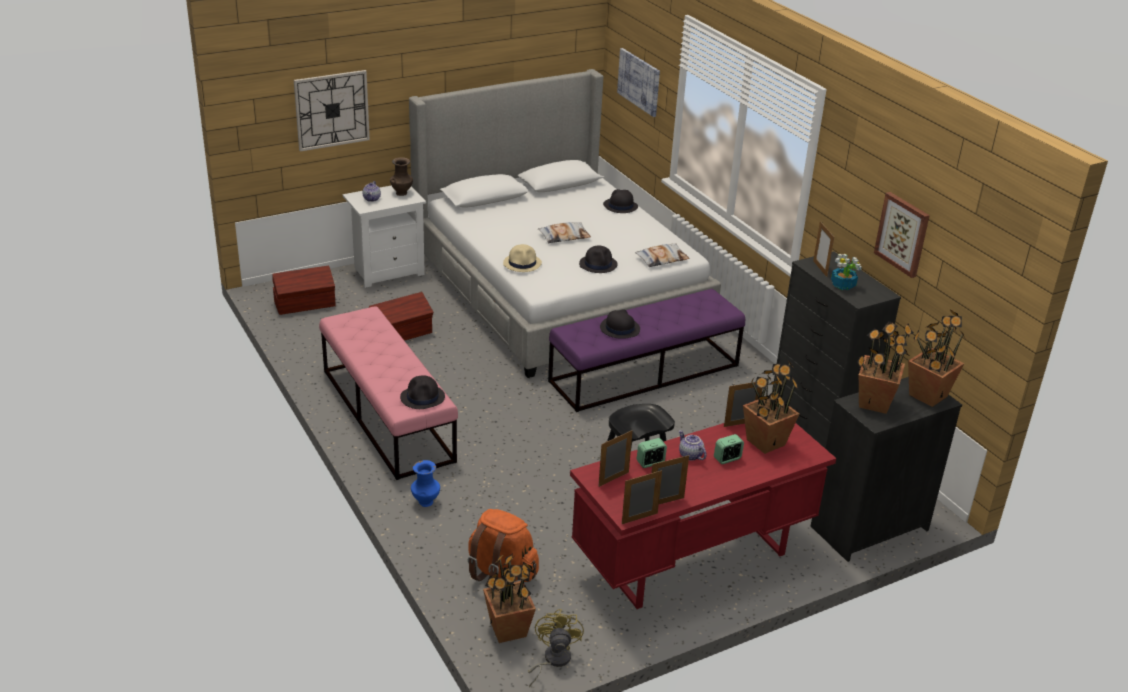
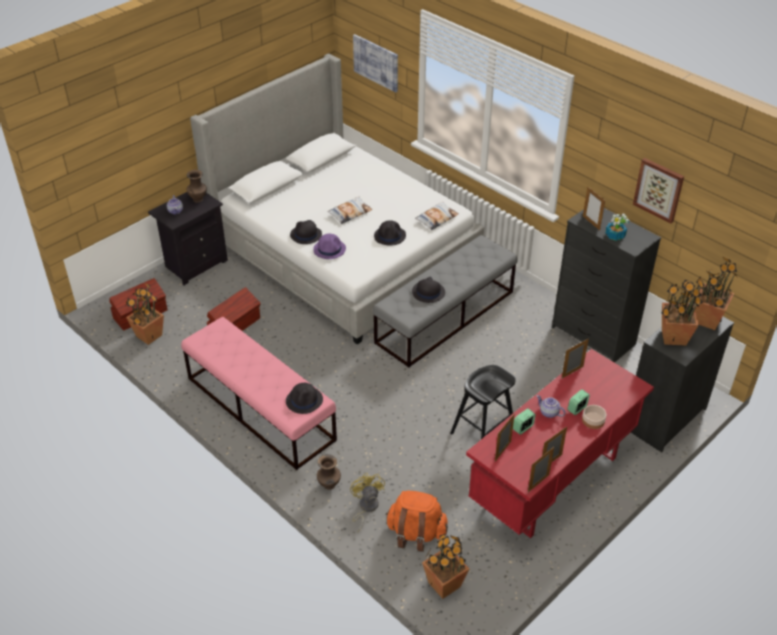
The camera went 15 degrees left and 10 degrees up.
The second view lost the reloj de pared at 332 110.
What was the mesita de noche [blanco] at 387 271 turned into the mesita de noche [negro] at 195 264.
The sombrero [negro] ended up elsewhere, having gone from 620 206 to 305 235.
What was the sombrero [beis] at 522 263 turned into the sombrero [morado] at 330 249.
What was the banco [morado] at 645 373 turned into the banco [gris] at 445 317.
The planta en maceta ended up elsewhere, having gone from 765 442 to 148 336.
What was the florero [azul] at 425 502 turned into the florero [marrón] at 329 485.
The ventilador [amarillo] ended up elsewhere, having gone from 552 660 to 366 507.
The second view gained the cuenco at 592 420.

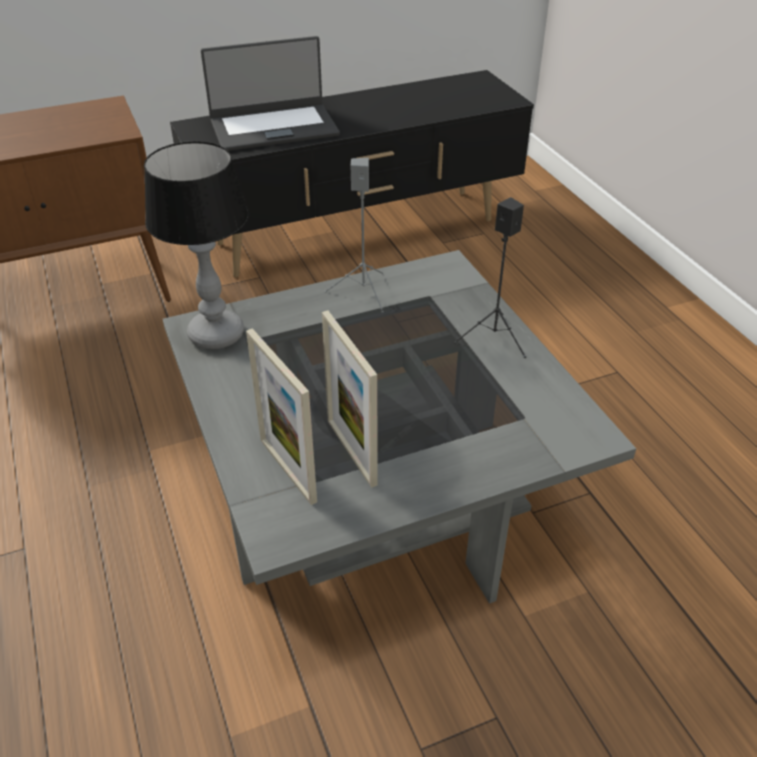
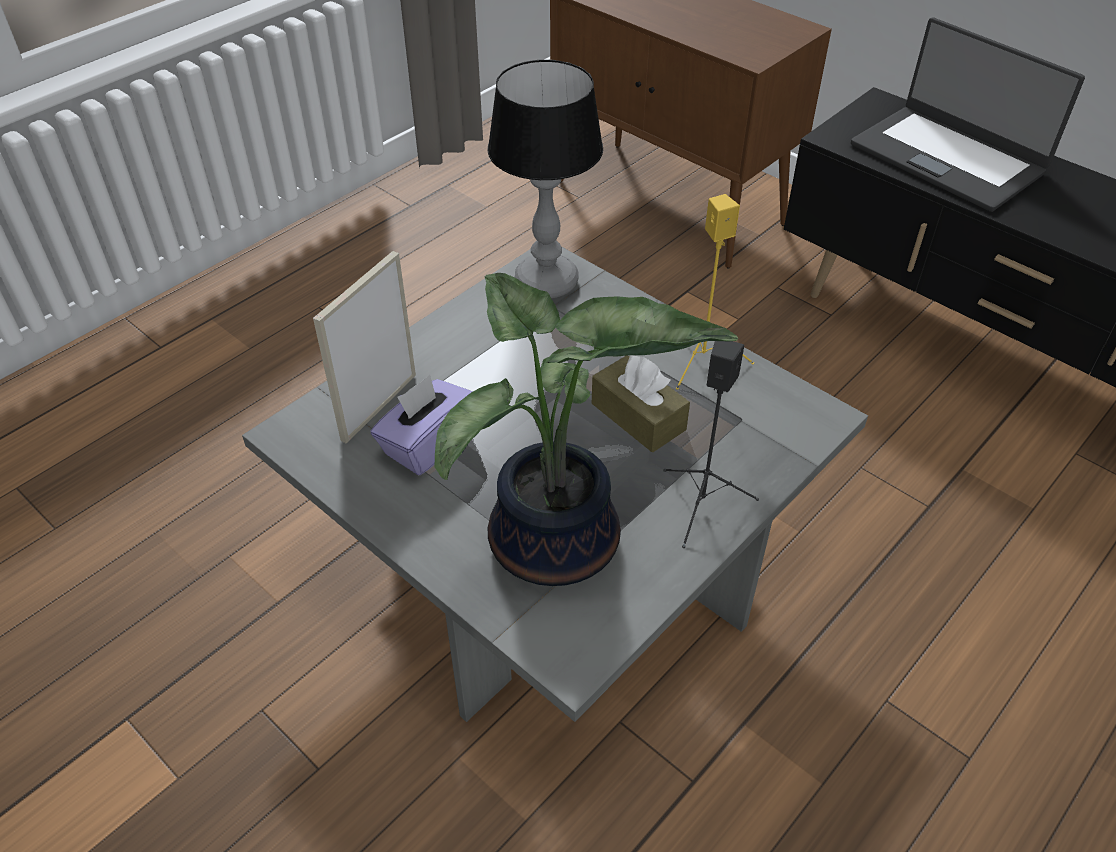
The camera went 65 degrees right and 5 degrees up.
What was the altavoz [gris] at 363 291 turned into the altavoz [amarillo] at 704 360.
Where the portarretratos stood at 351 452, the caja de pañuelos [morado] came to stand at 428 444.
The second view gained the planta en maceta at 557 548.
The second view gained the caja de pañuelos [marrón] at 638 416.

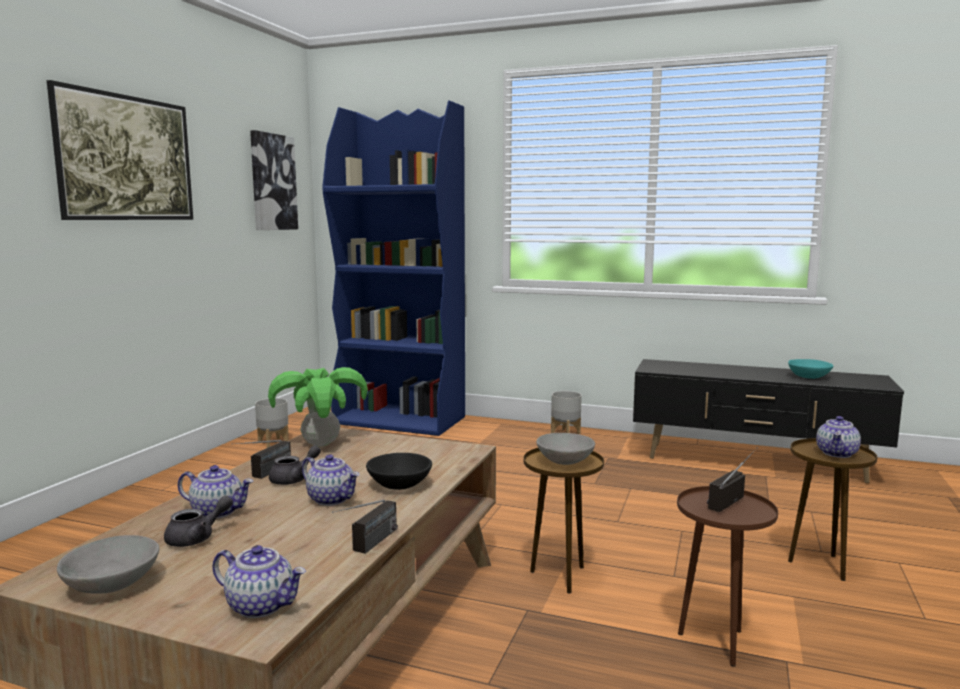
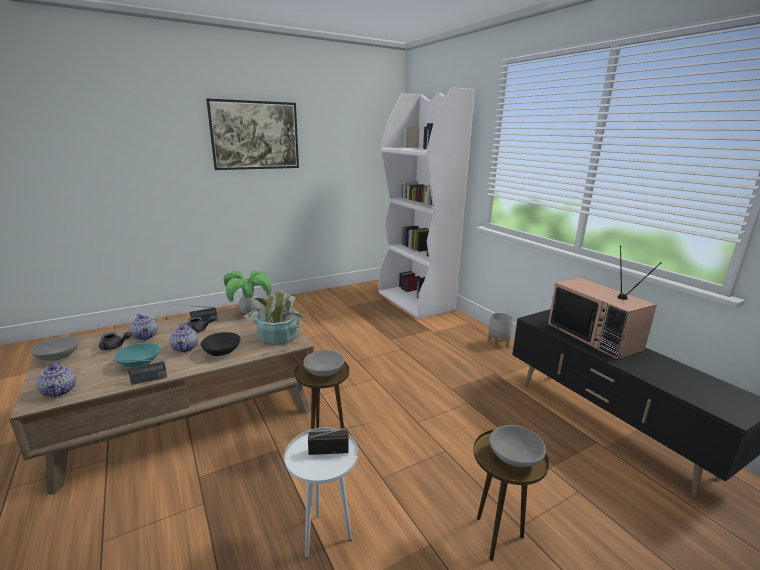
The camera went 40 degrees right and 10 degrees up.
What was the estantería [azul] at 401 420 turned into the estantería [blanco] at 416 301.
The second view lost the cuadro at 272 182.
The cuenco [turquesa] ended up elsewhere, having gone from 808 377 to 140 363.
The second view lost the maceta [gris] at 273 442.
Where the tetera stood at 837 453, the cuenco [gris] came to stand at 515 458.
What was the mesa auxiliar [marrón] at 717 642 turned into the mesa auxiliar [blanco] at 324 536.
The second view gained the televisor at 595 337.
The second view gained the planta en maceta at 278 337.

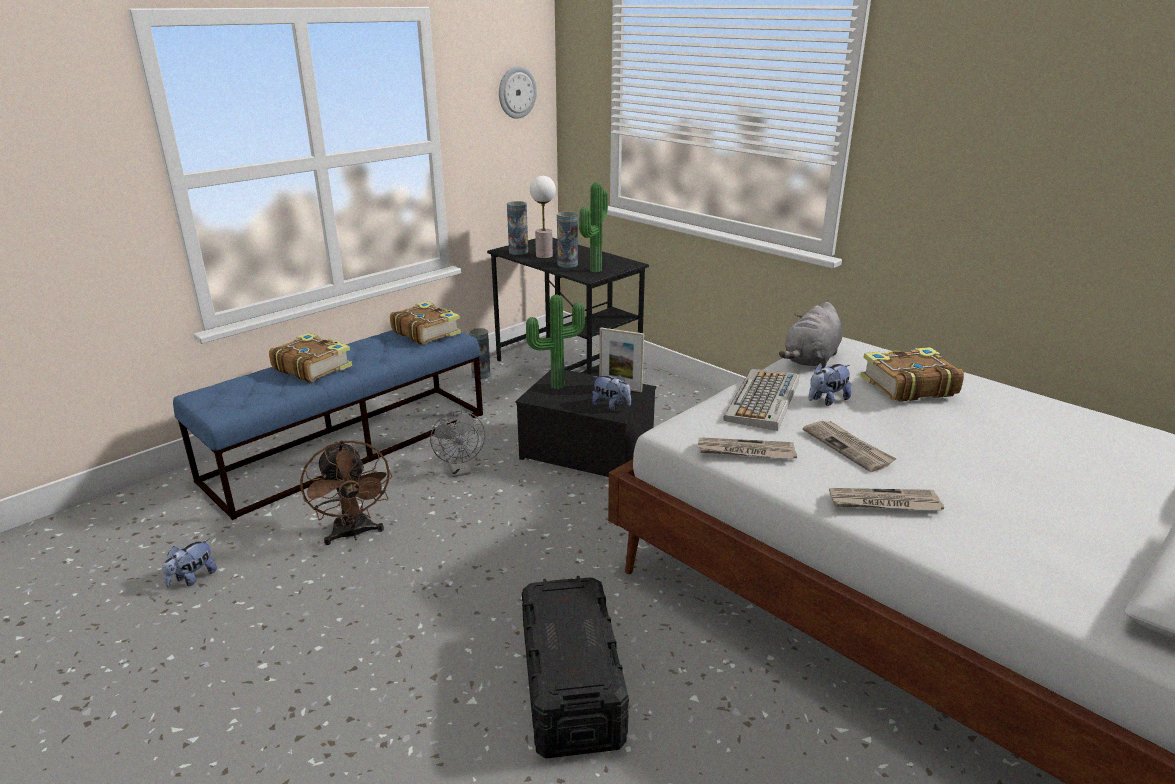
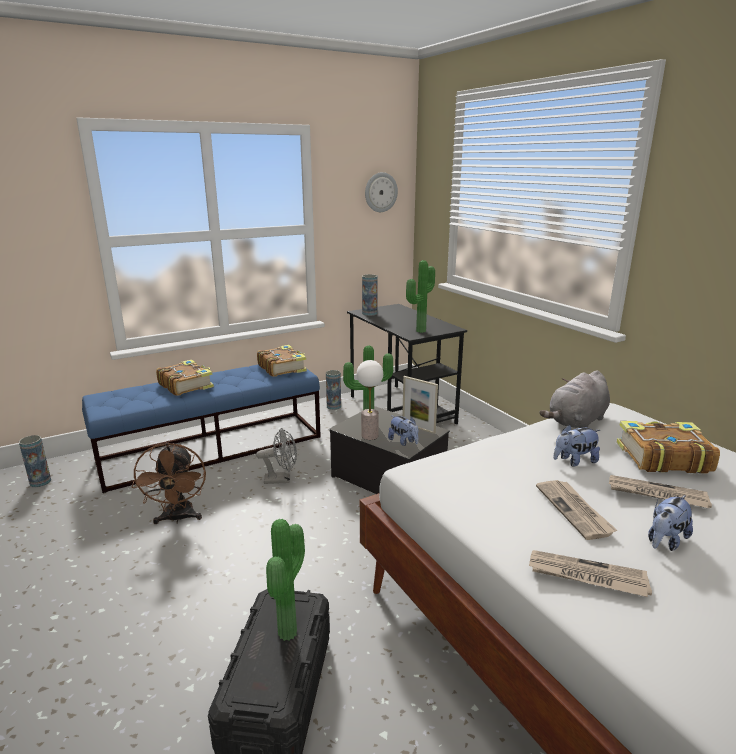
The camera went 15 degrees right and 5 degrees down.
The lámpara de mesa ended up elsewhere, having gone from 544 256 to 370 436.
The florero ended up elsewhere, having gone from 567 264 to 40 482.
The second view lost the teclado at 763 401.
The ventilador [gris] at 460 471 ended up facing another way, 90 degrees counterclockwise from before.
The periódico ended up elsewhere, having gone from 745 451 to 656 494.
The peluche ended up elsewhere, having gone from 193 578 to 665 541.
The second view gained the planta en maceta at 291 633.

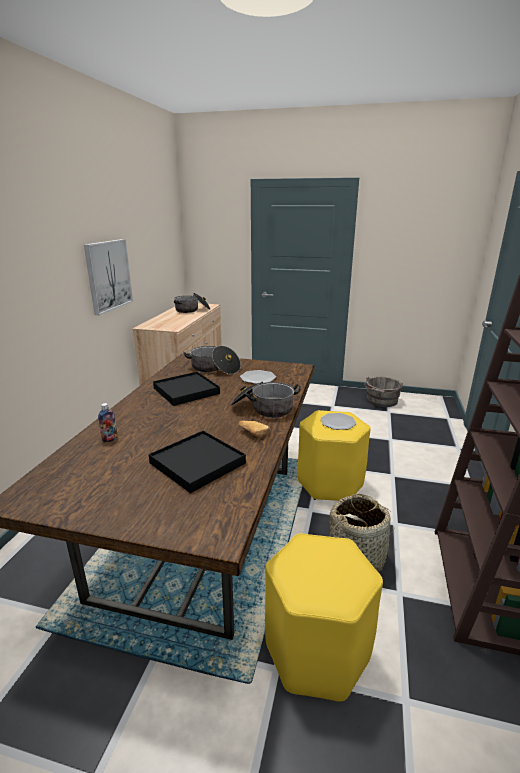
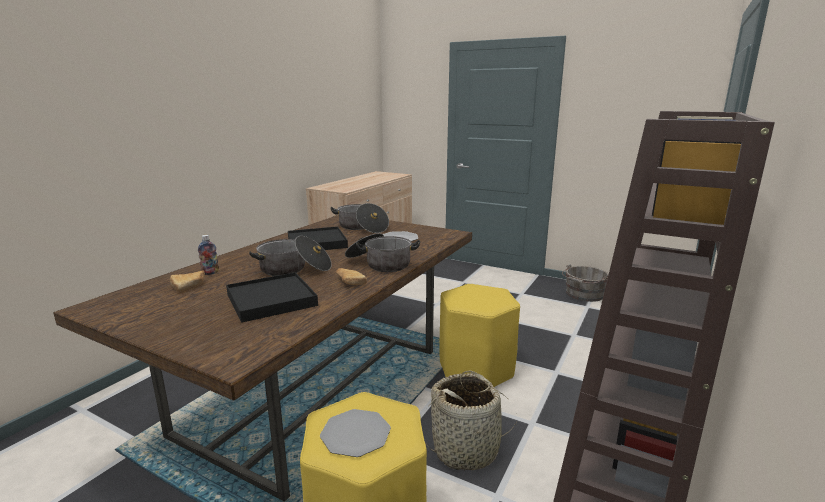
The camera went 15 degrees right and 5 degrees down.
The second view lost the cuadro at 108 275.
The olla ended up elsewhere, having gone from 192 310 to 294 269.
The plato ended up elsewhere, having gone from 338 422 to 355 434.
The second view gained the pan at 190 285.

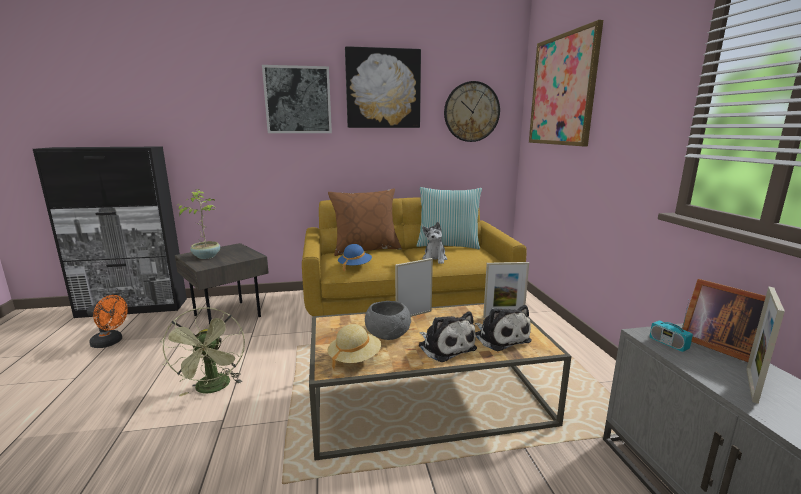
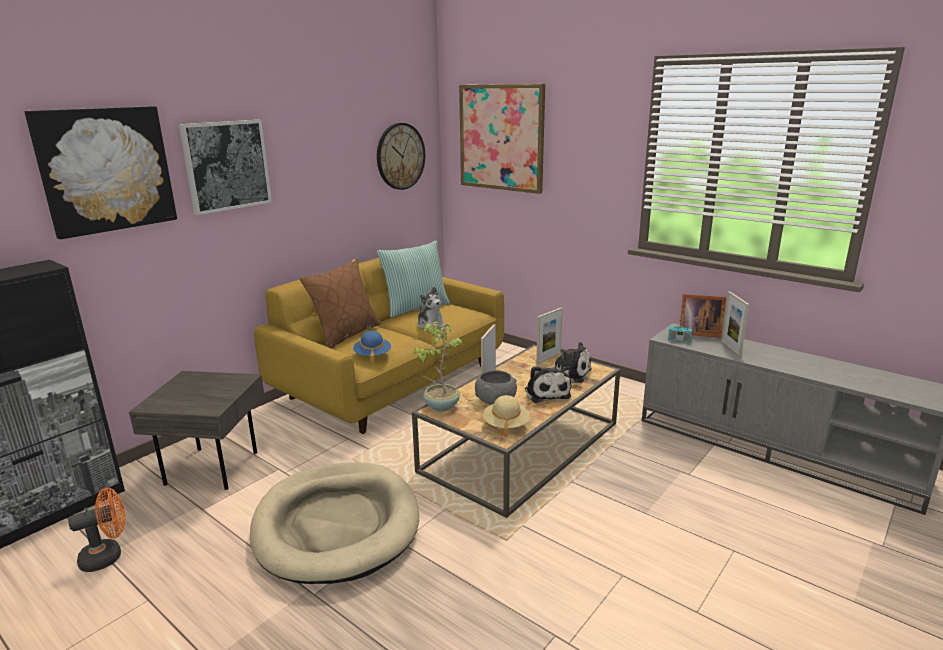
The camera went 40 degrees left and 5 degrees up.
The cuadro ended up elsewhere, having gone from 383 89 to 106 170.
The planta en maceta ended up elsewhere, having gone from 206 256 to 440 406.
Where the ventilador [verde] stood at 213 388, the cama para perro [beis] came to stand at 337 525.
The peluche at 445 346 ended up facing another way, 60 degrees clockwise from before.

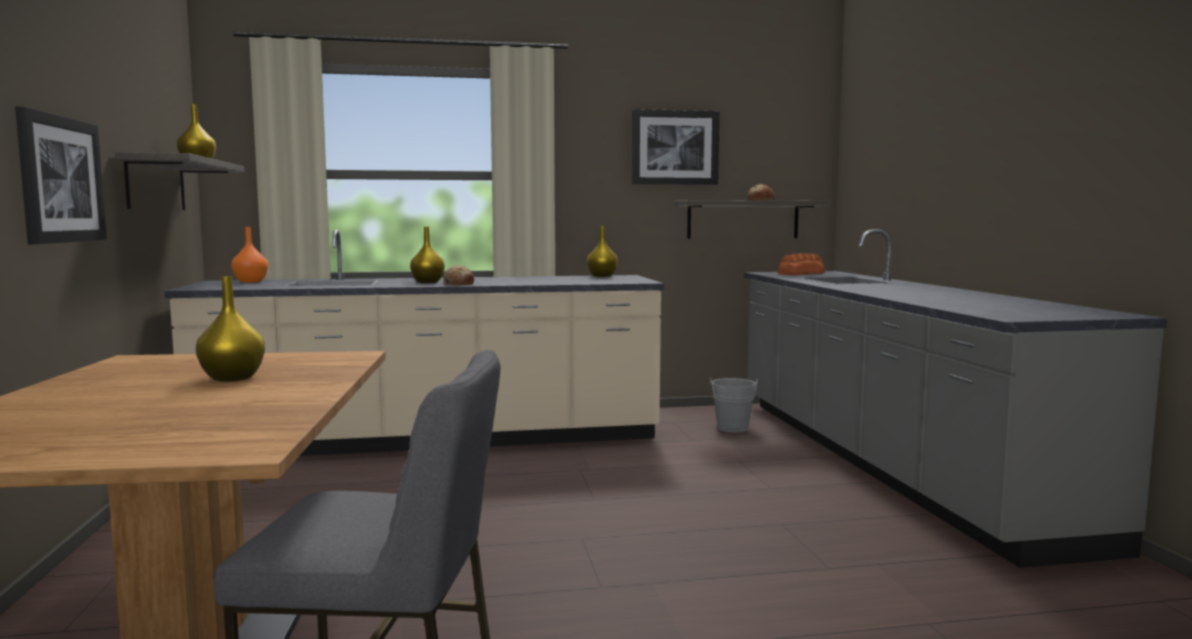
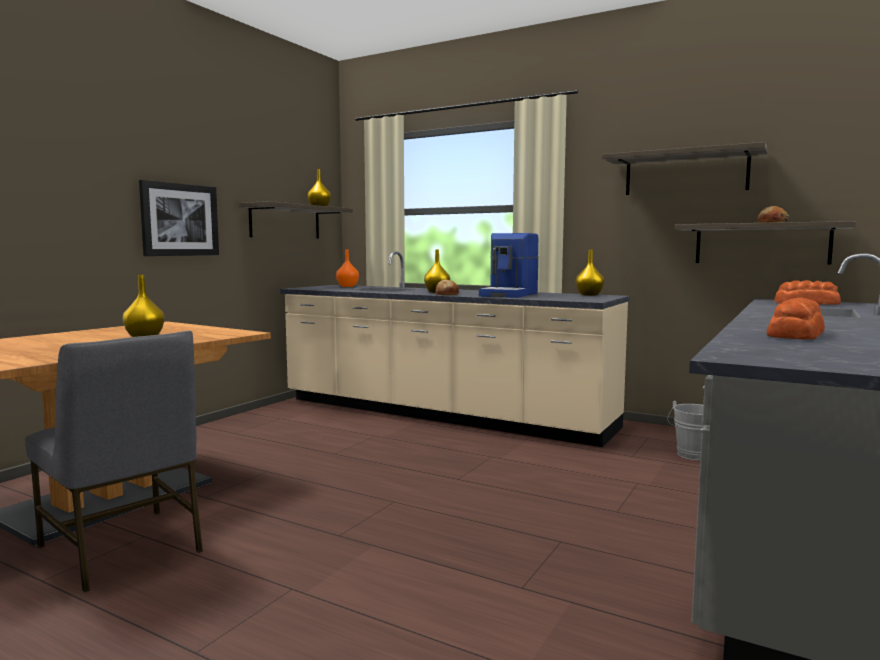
The camera went 40 degrees right and 0 degrees up.
Where the cuadro hung at 675 147, the estante came to hang at 685 173.
The second view gained the cafetera at 510 294.
The second view gained the pan at 796 334.

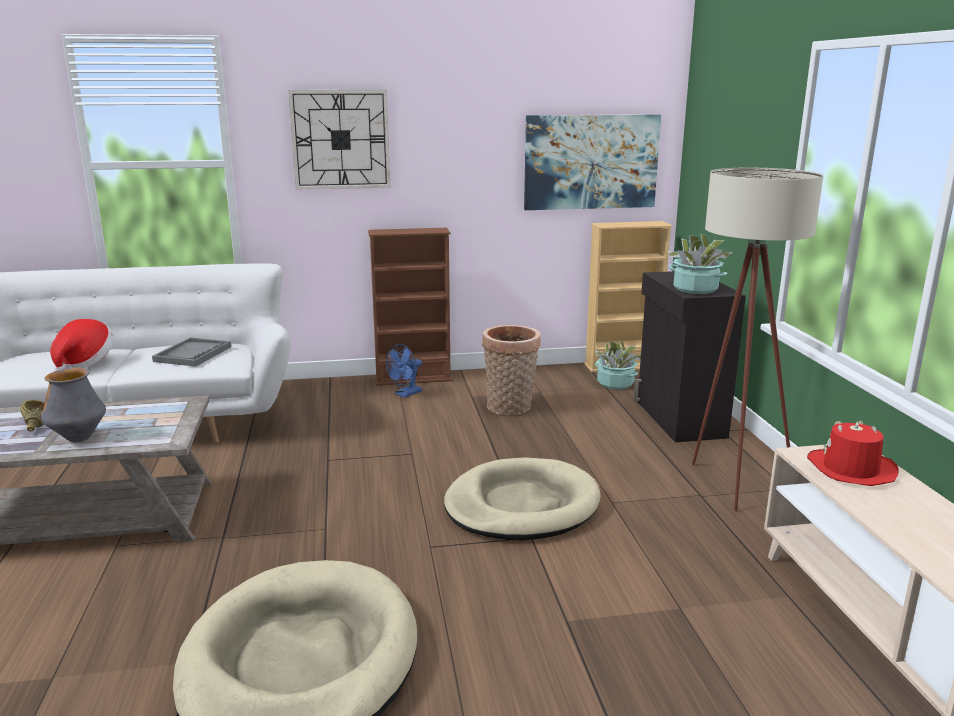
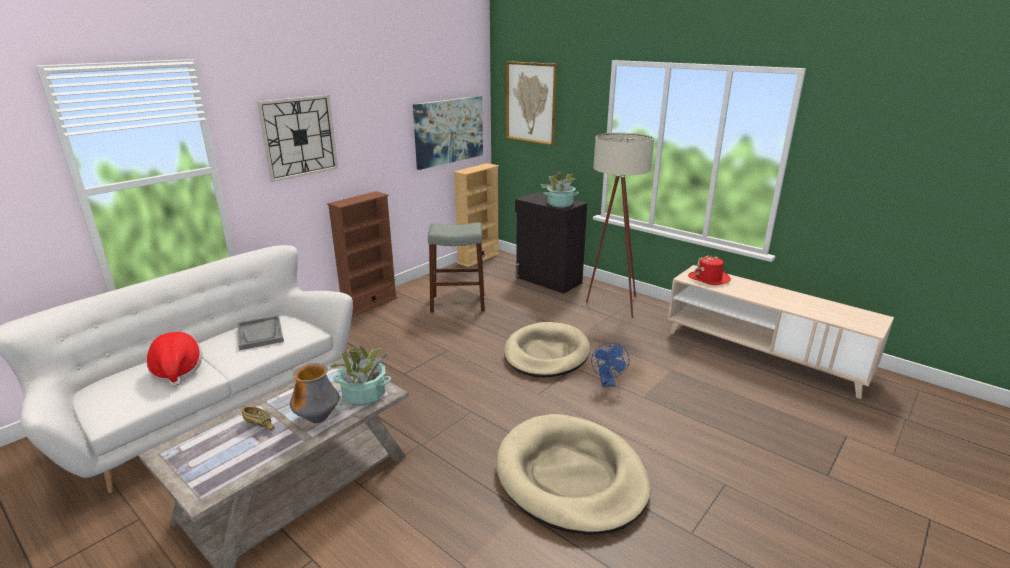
The camera went 40 degrees left and 5 degrees up.
Where the cesta stood at 510 408, the taburete [gris] came to stand at 458 303.
The planta en maceta ended up elsewhere, having gone from 615 384 to 364 394.
The ventilador [azul] ended up elsewhere, having gone from 405 394 to 607 383.
The second view gained the cuadro at 531 103.

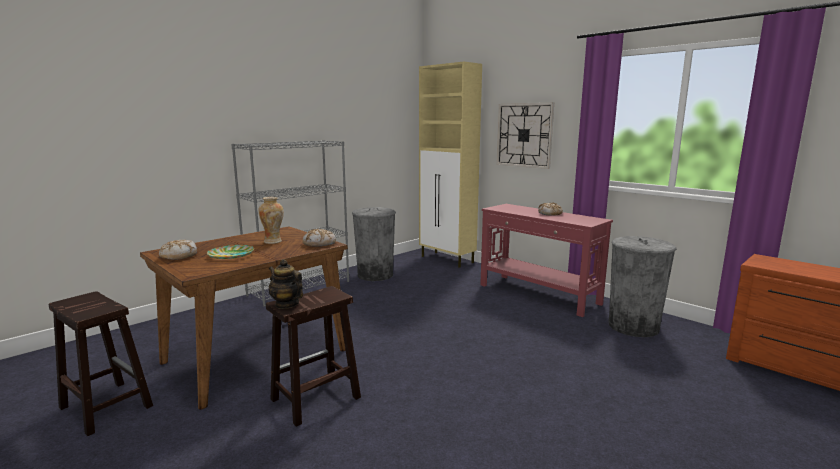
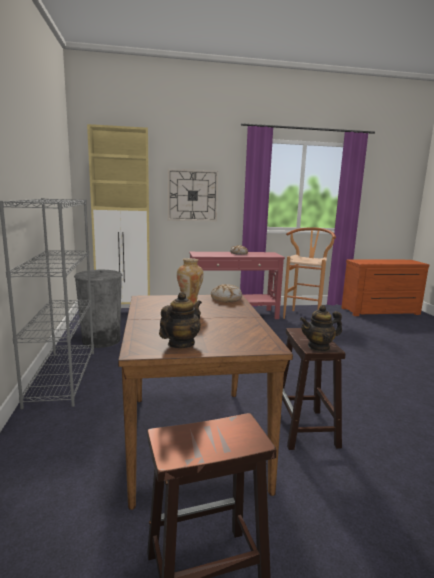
The camera went 55 degrees left and 0 degrees up.
Where the papelera [gris] stood at 633 326, the taburete [marrón] came to stand at 304 315.
Where the pan stood at 179 256, the tetera came to stand at 180 344.
The second view lost the plato at 231 255.

